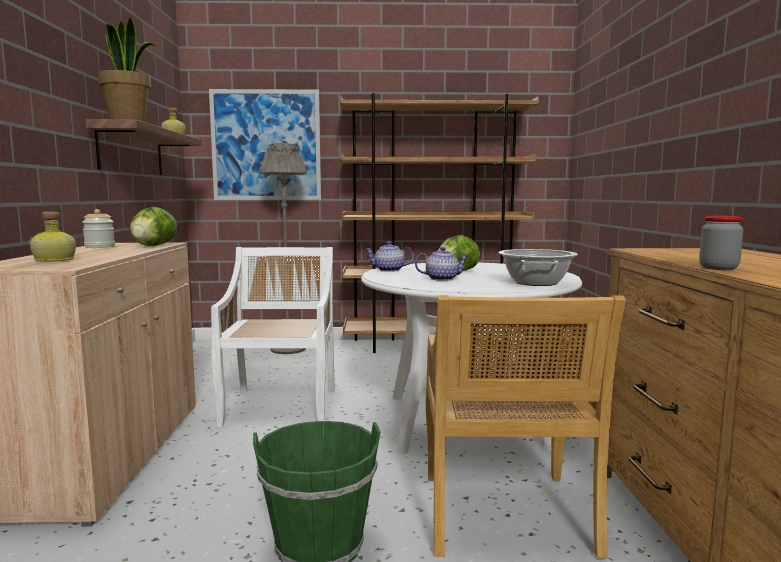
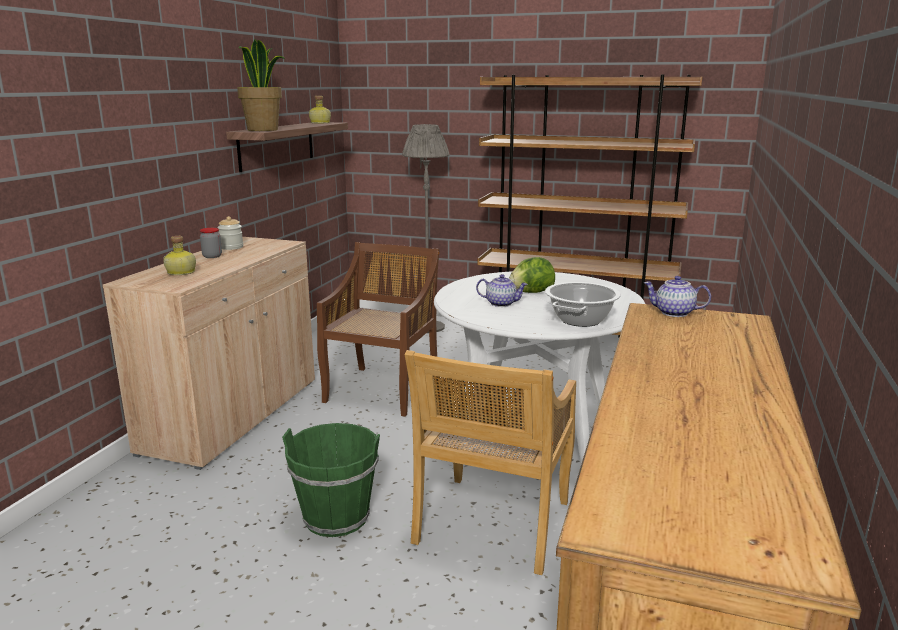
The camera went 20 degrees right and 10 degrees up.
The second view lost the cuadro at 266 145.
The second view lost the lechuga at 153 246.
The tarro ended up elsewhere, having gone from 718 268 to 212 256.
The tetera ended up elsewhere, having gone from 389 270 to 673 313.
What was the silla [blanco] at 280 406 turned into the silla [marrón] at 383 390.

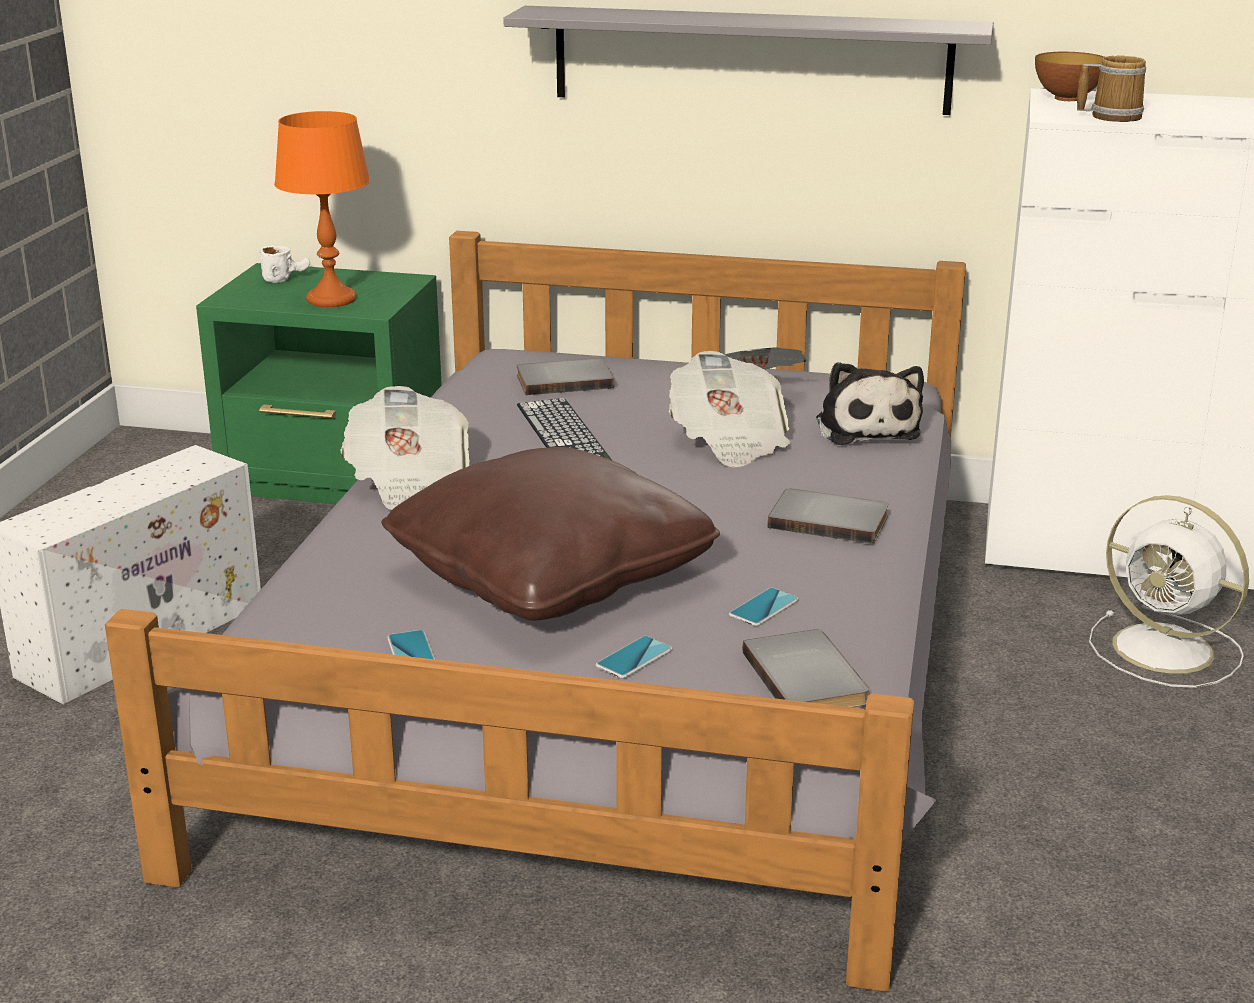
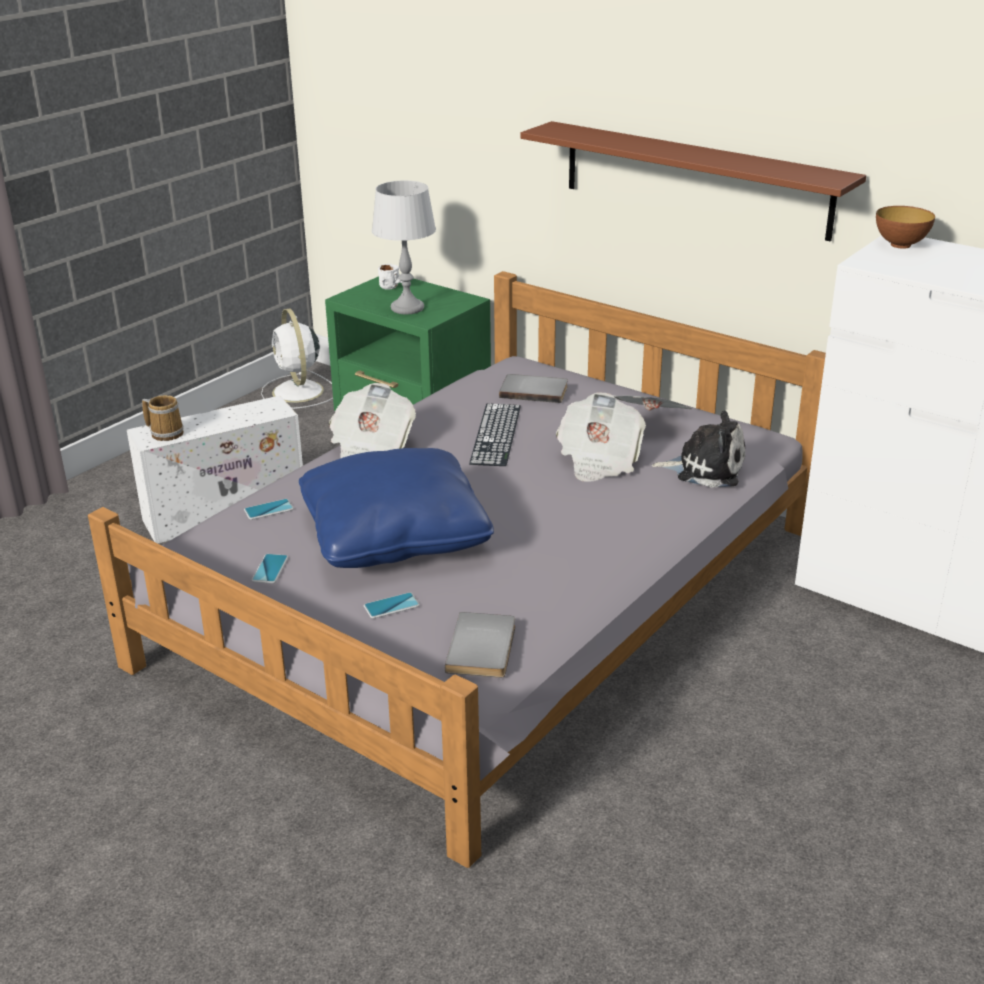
The camera went 25 degrees right and 5 degrees up.
What was the estante [gris] at 751 59 turned into the estante [marrón] at 695 179.
The taza grande ended up elsewhere, having gone from 1112 116 to 166 432.
What was the lámpara de mesa [naranja] at 332 299 turned into the lámpara de mesa [gris] at 408 308.
The peluche at 866 428 ended up facing another way, 90 degrees counterclockwise from before.
What was the cojín [marrón] at 550 575 turned into the cojín [azul] at 395 535.
The second view lost the libro [gris] at 829 519.
The ventilador [blanco] ended up elsewhere, having gone from 1167 650 to 298 392.
The móvil ended up elsewhere, having gone from 764 608 to 269 510.

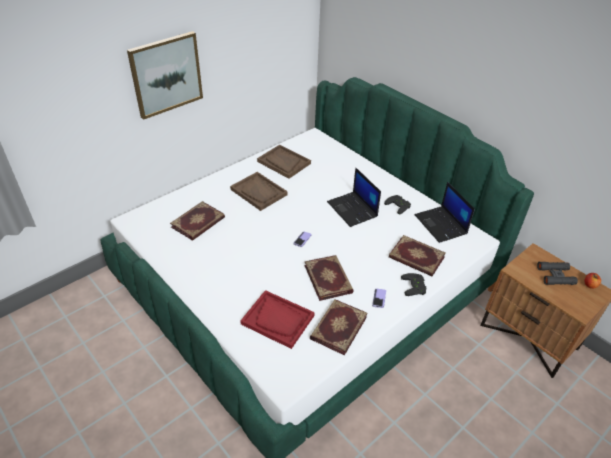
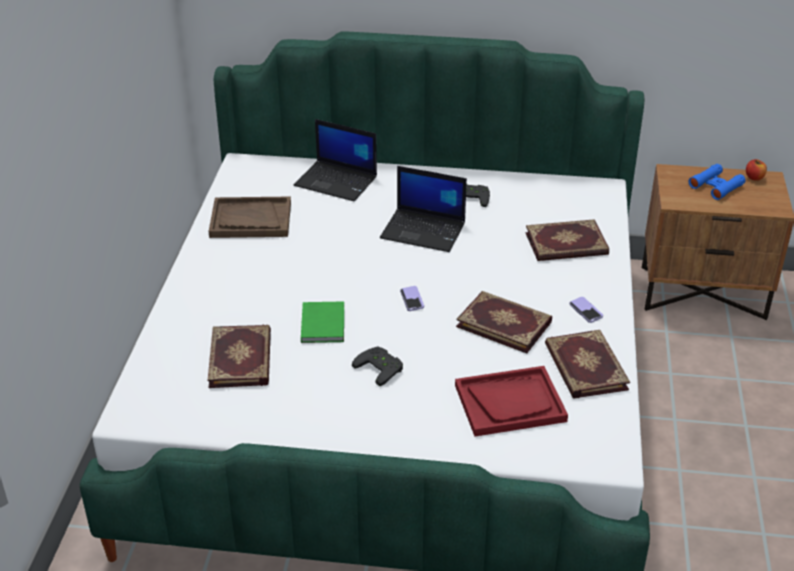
The camera went 40 degrees left and 5 degrees down.
The second view lost the cuadro at 166 74.
The second view lost the bandeja [marrón] at 259 192.
The portátil ended up elsewhere, having gone from 441 225 to 337 181.
What was the prismáticos [negro] at 555 276 turned into the prismáticos [azul] at 716 186.
The mando de consola [negro] ended up elsewhere, having gone from 415 286 to 381 367.
The second view gained the libro [verde] at 324 323.

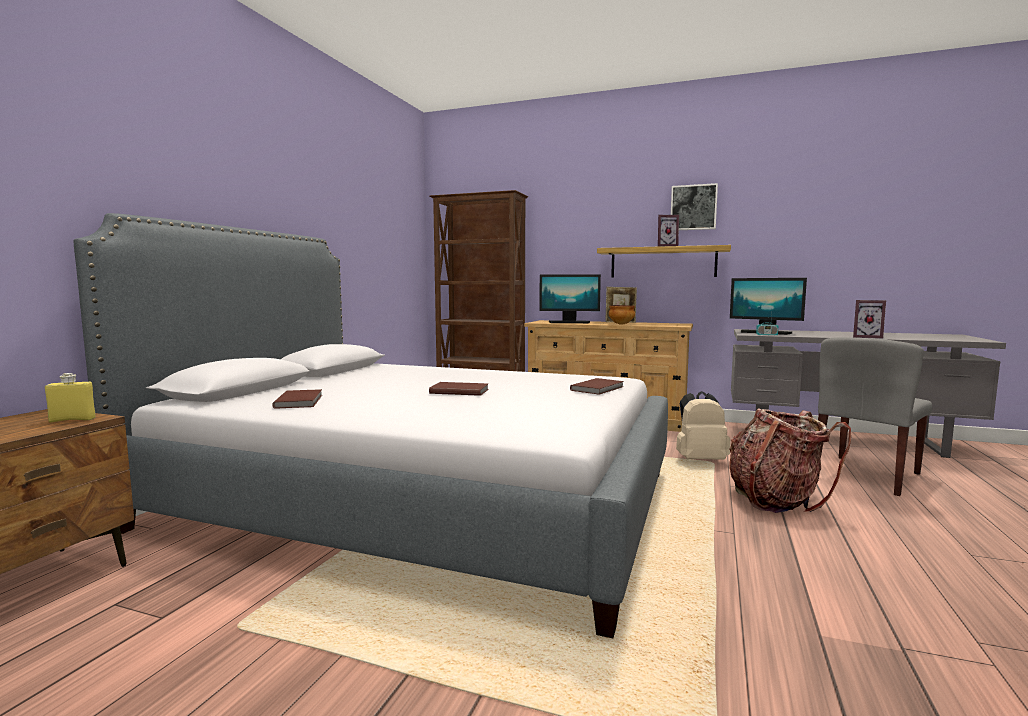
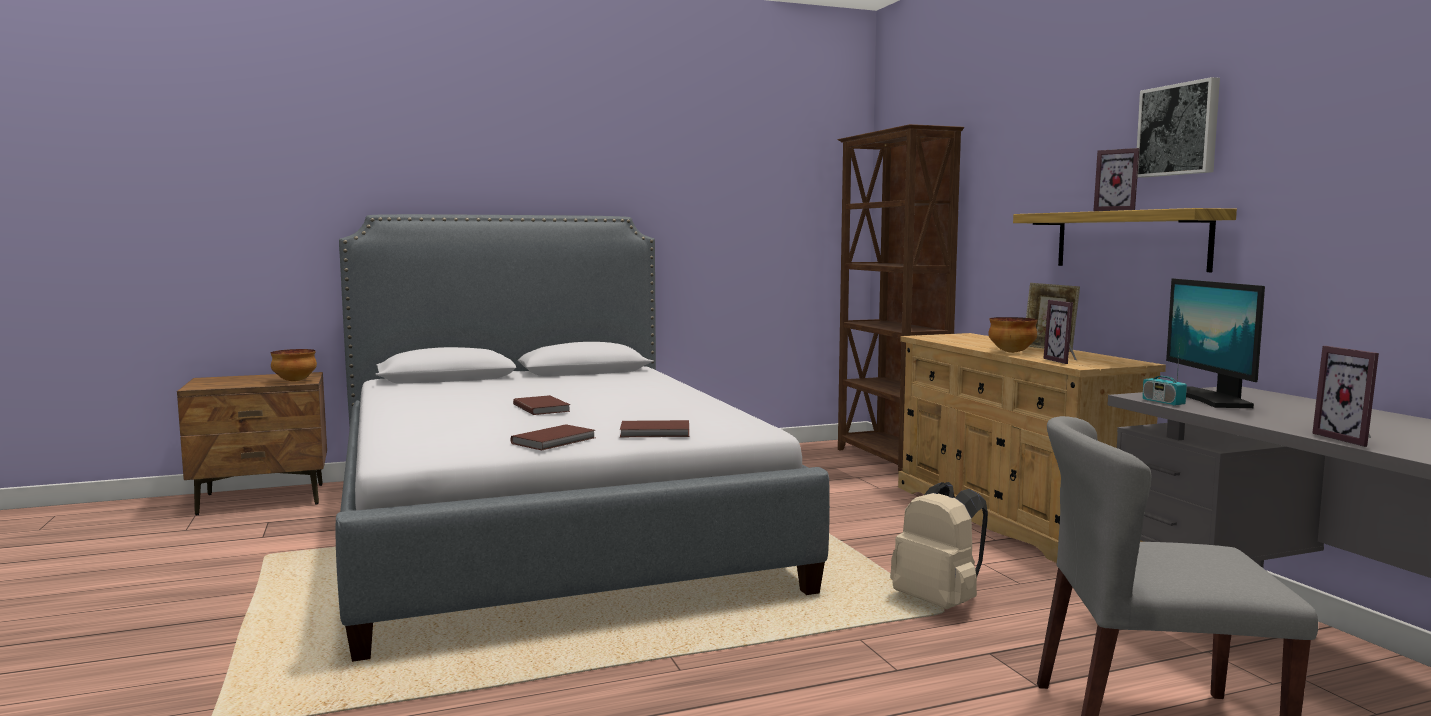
The camera went 50 degrees right and 0 degrees up.
The second view lost the monitor at 569 322.
Where the botella [amarillo] stood at 72 420, the cuenco came to stand at 294 381.
The libro [marrón] ended up elsewhere, having gone from 300 401 to 556 440.
The second view lost the mochila at 776 500.
The second view gained the portarretratos at 1064 361.

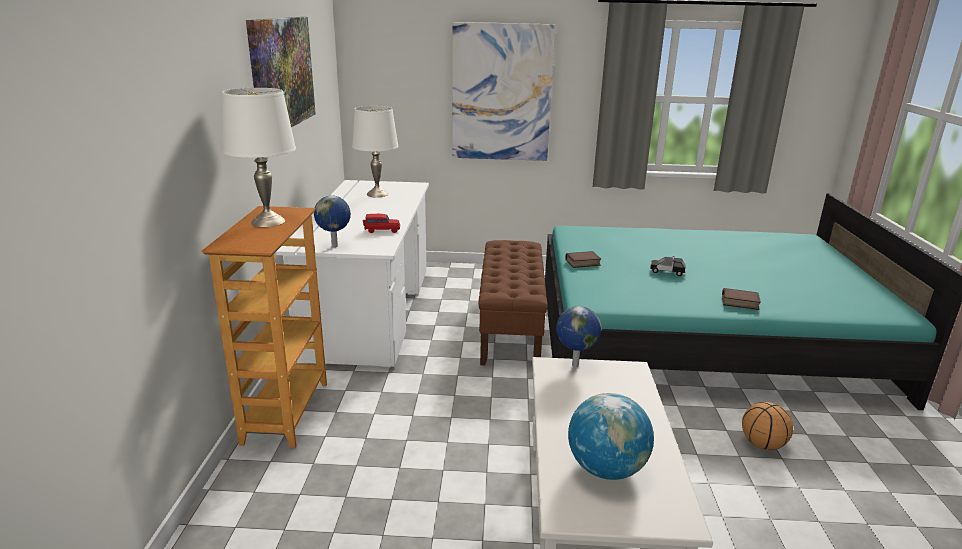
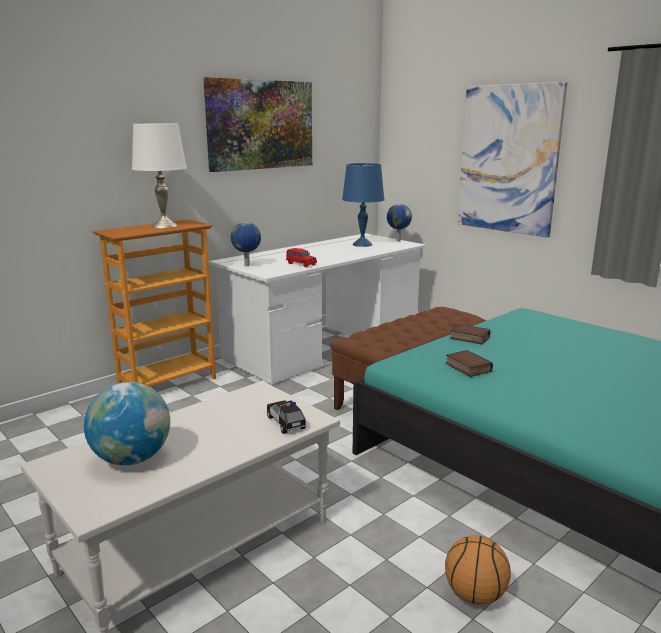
The camera went 45 degrees right and 5 degrees down.
What was the lámpara de mesa [blanco] at 377 194 turned into the lámpara de mesa [azul] at 362 244.
The coche de juguete ended up elsewhere, having gone from 667 271 to 286 423.
The libro ended up elsewhere, having gone from 739 303 to 466 367.
The globo terráqueo ended up elsewhere, having gone from 574 365 to 397 240.

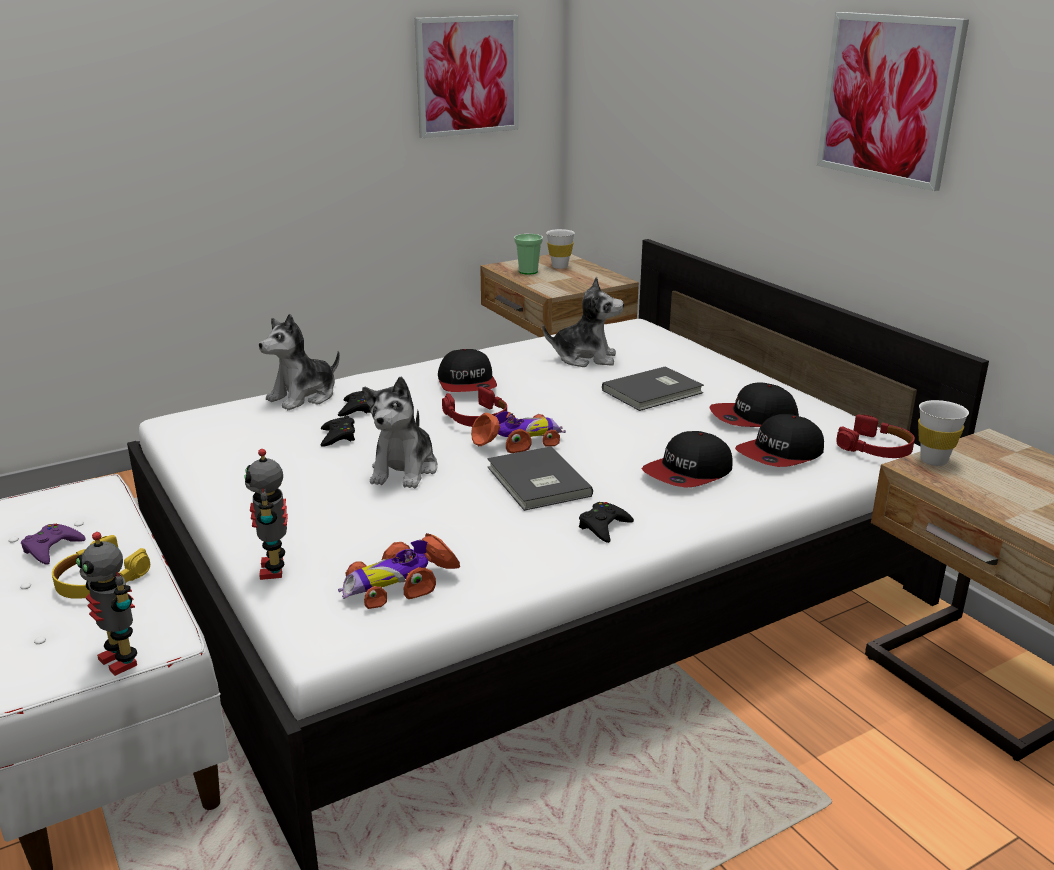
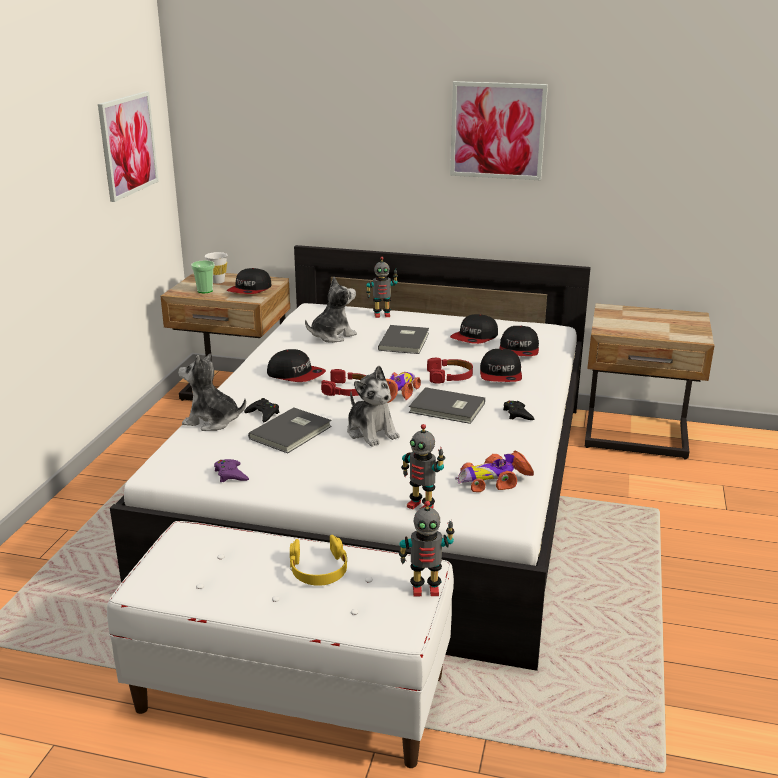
The camera went 45 degrees left and 0 degrees up.
The peluche at 304 396 ended up facing another way, 105 degrees clockwise from before.
The second view lost the taza [blanco] at 933 460.
The auriculares [rojo] ended up elsewhere, having gone from 876 448 to 450 376.
Where the mando de consola [negro] stood at 338 436, the libro [gris] came to stand at 293 432.
The mando de consola [morado] ended up elsewhere, having gone from 52 548 to 231 474.
The coche de juguete at 399 585 ended up facing another way, 60 degrees clockwise from before.
The second view gained the robot de juguete at 382 315.
The second view gained the gorra at 250 290.

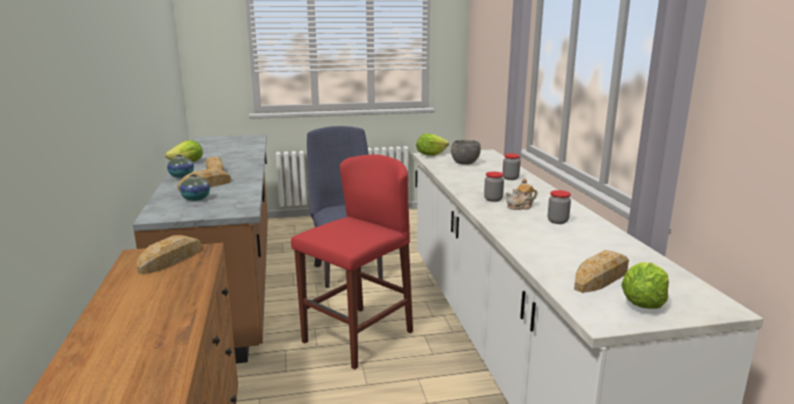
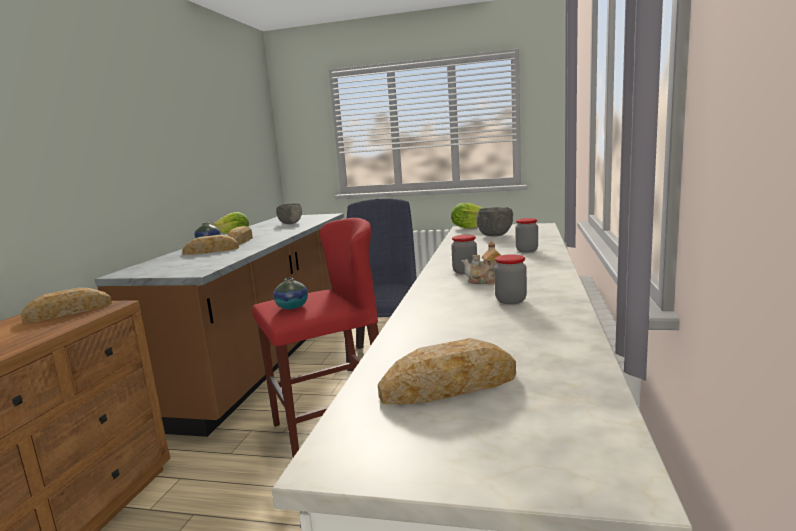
The camera went 25 degrees right and 5 degrees down.
The florero ended up elsewhere, having gone from 196 199 to 292 307.
The second view lost the lechuga at 643 303.
The second view gained the cuenco [gris] at 290 223.

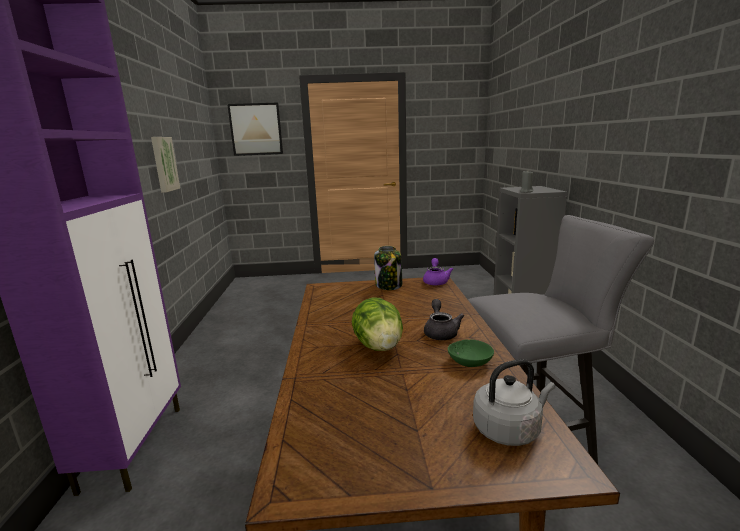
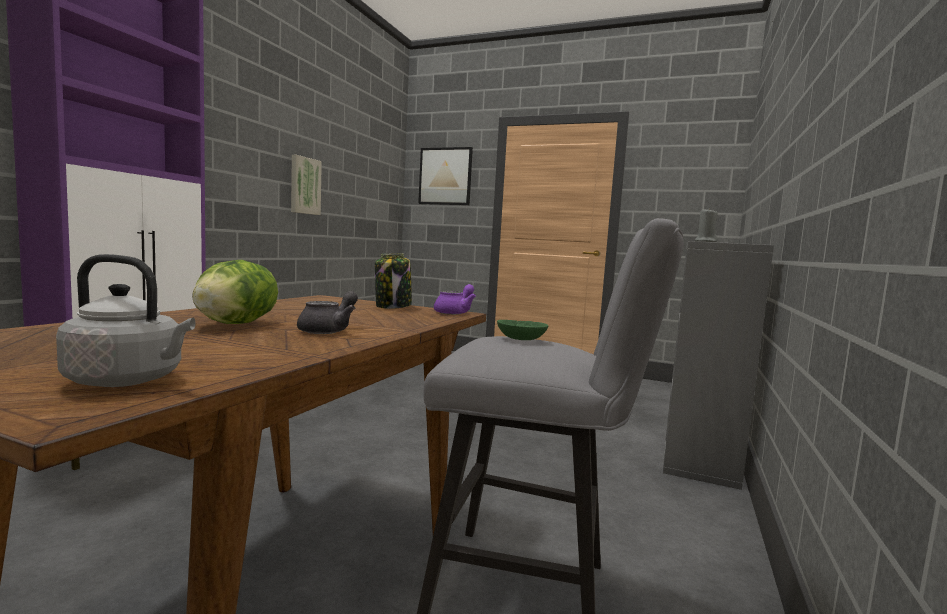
The camera went 25 degrees right and 10 degrees down.
The cuenco [verde] ended up elsewhere, having gone from 470 362 to 521 339.

